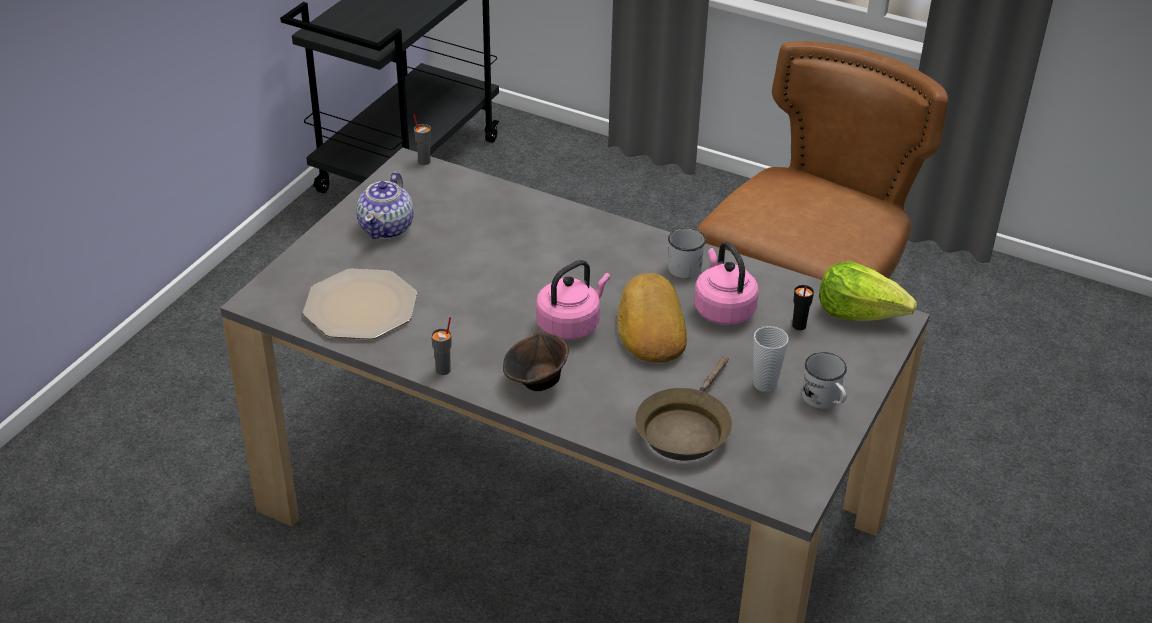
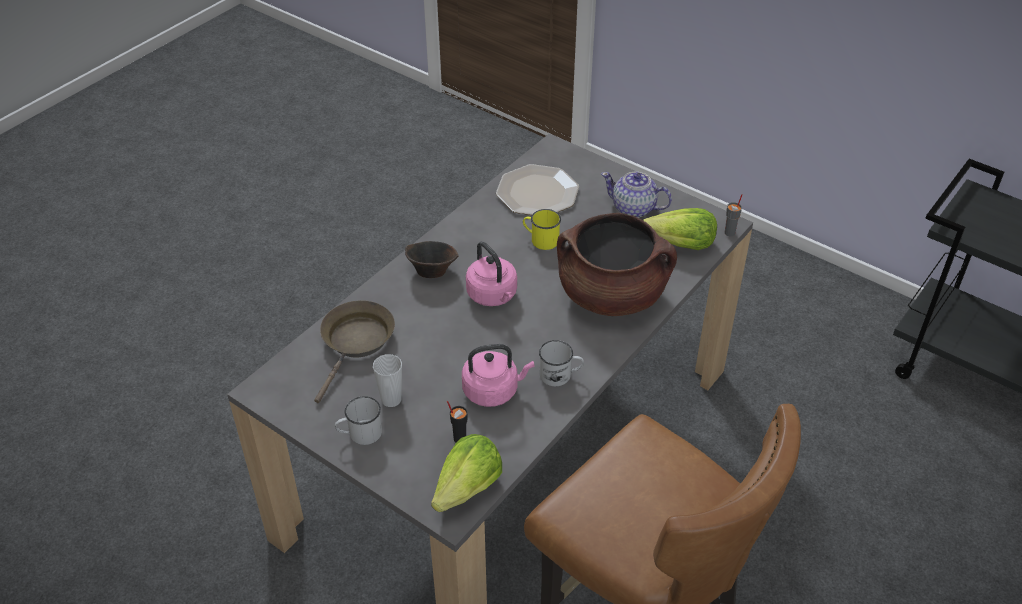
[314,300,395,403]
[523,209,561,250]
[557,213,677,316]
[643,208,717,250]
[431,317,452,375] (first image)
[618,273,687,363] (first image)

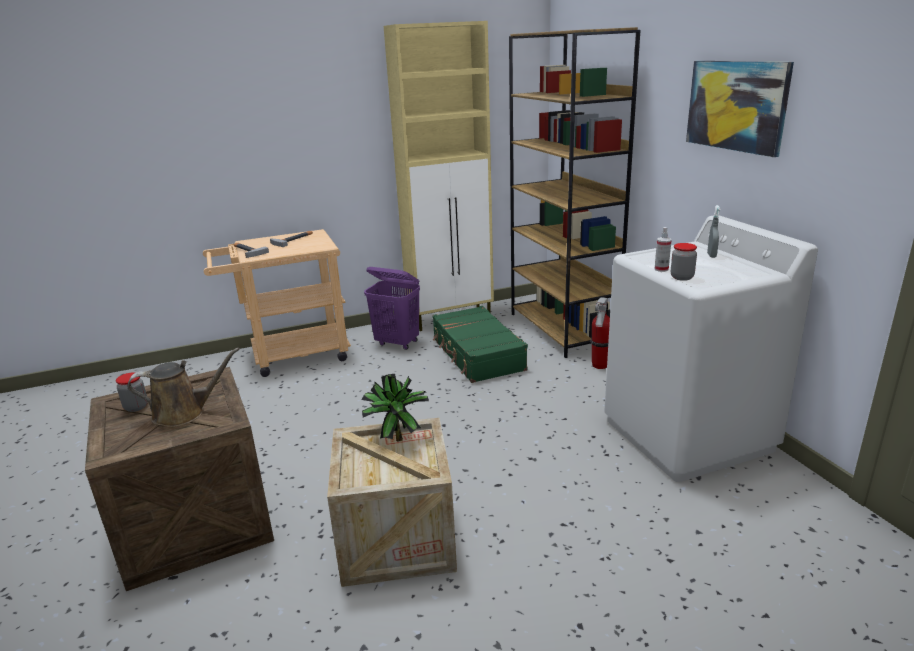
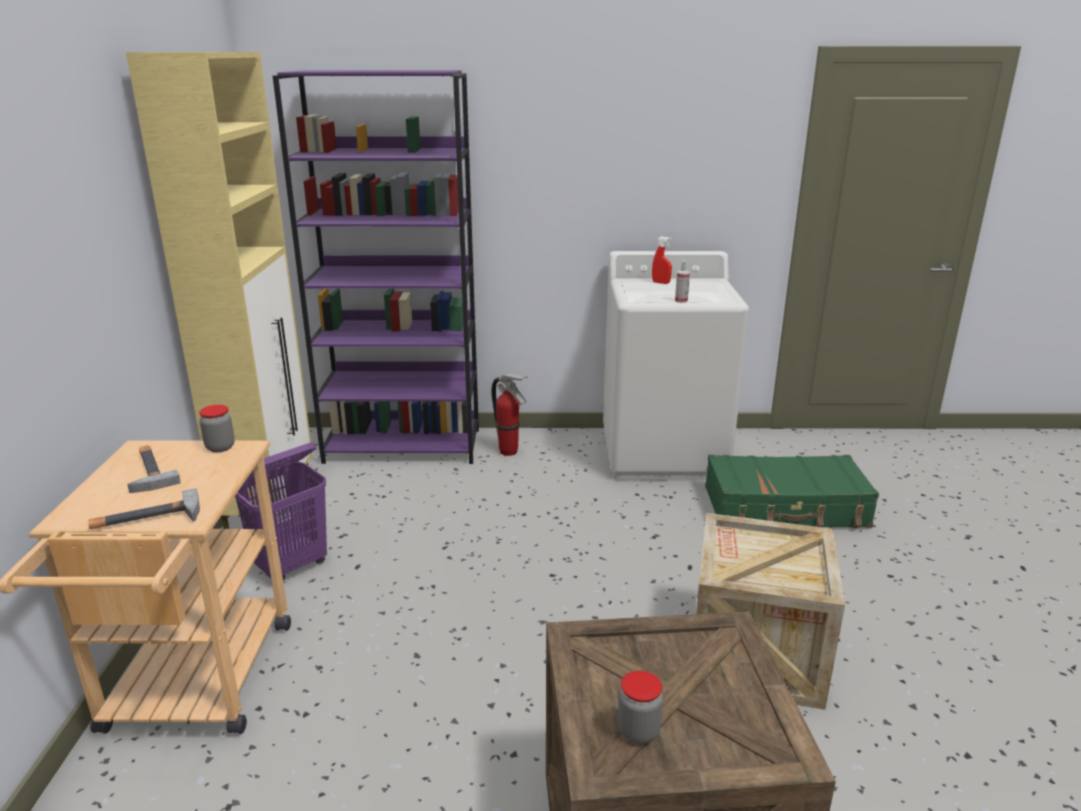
[199,405,235,452]
[273,70,479,464]
[652,237,672,284]
[705,455,879,528]
[128,348,240,427] (first image)
[361,374,429,442] (first image)
[686,61,794,157] (first image)

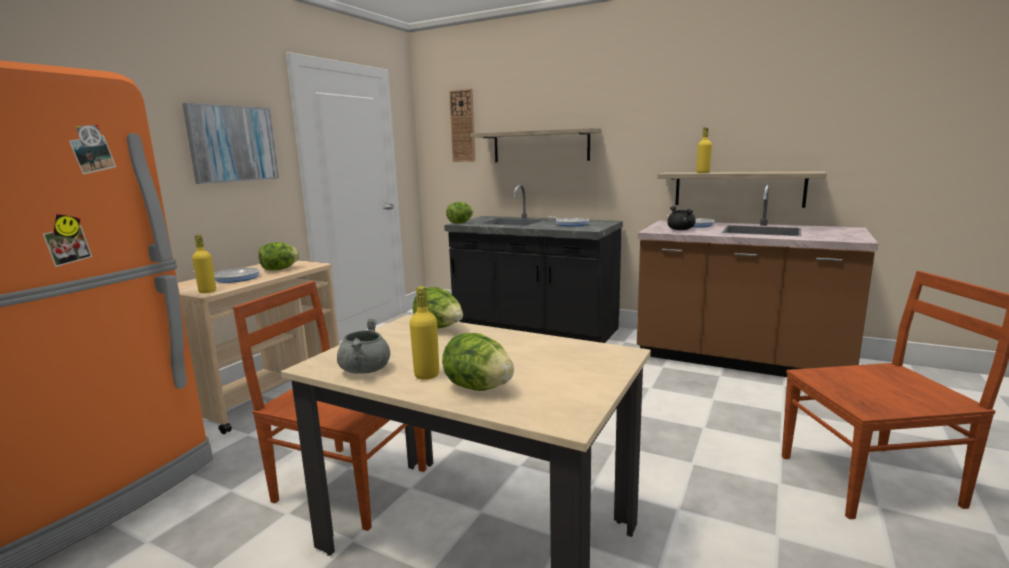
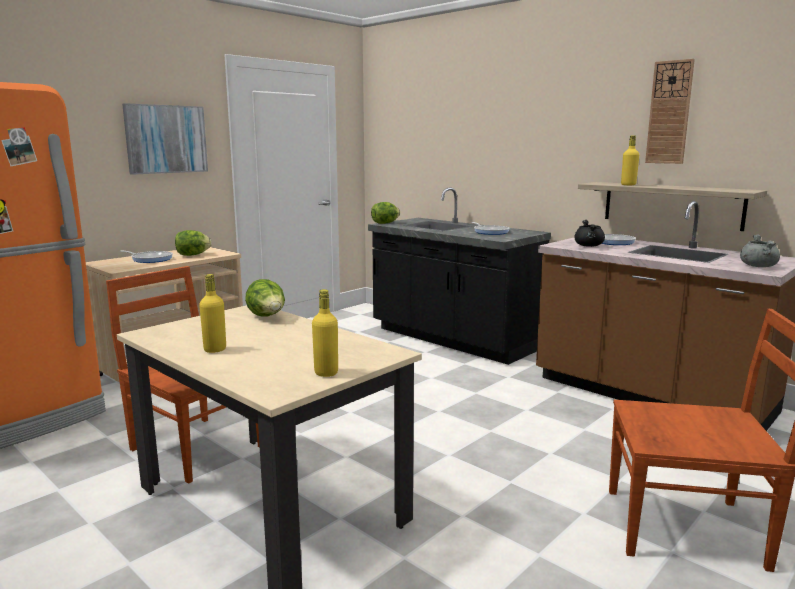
[312,289,338,377]
[645,59,695,164]
[740,235,780,267]
[442,333,514,391] (first image)
[471,128,601,162] (first image)

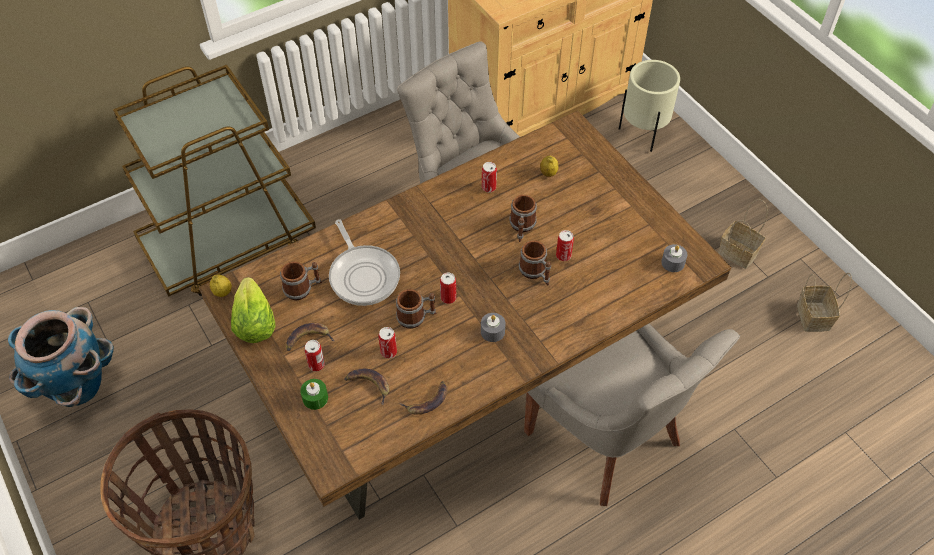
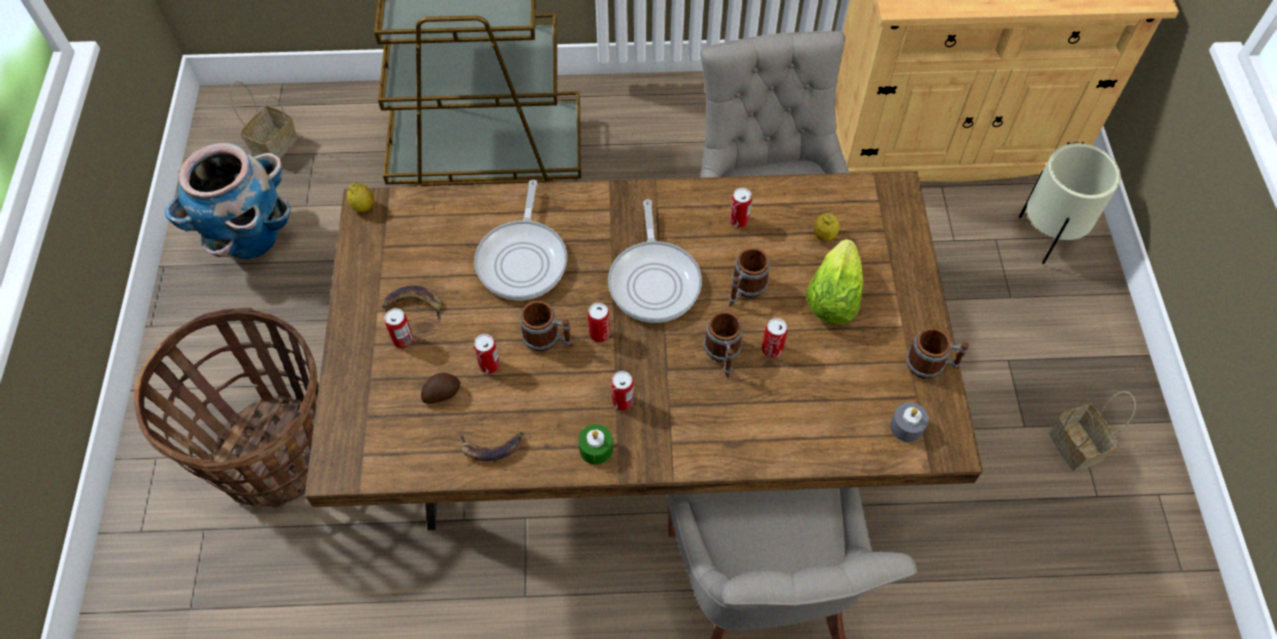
[230,81,298,159]
[421,373,460,404]
[579,424,613,465]
[608,199,702,323]
[611,371,634,411]
[806,239,863,324]
[906,328,969,379]

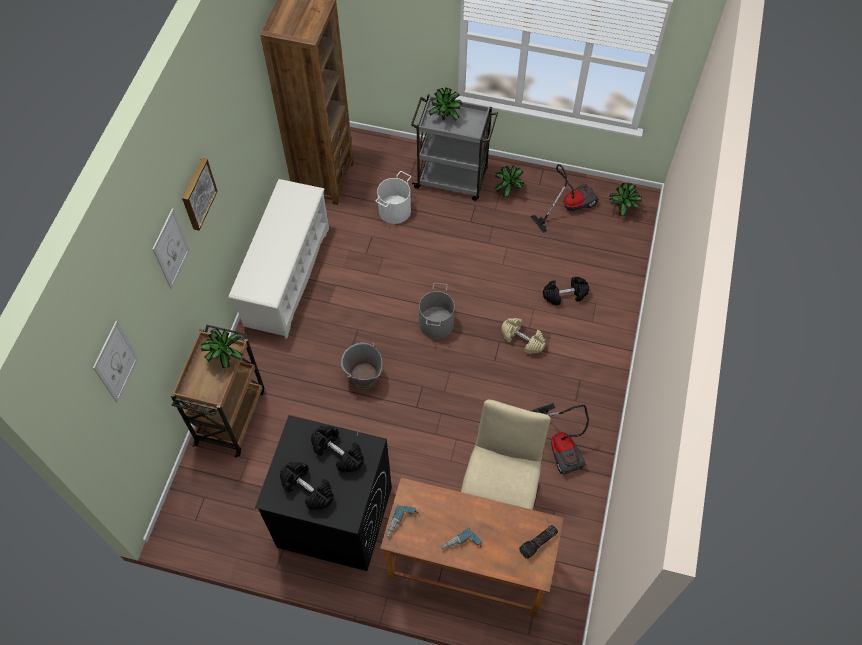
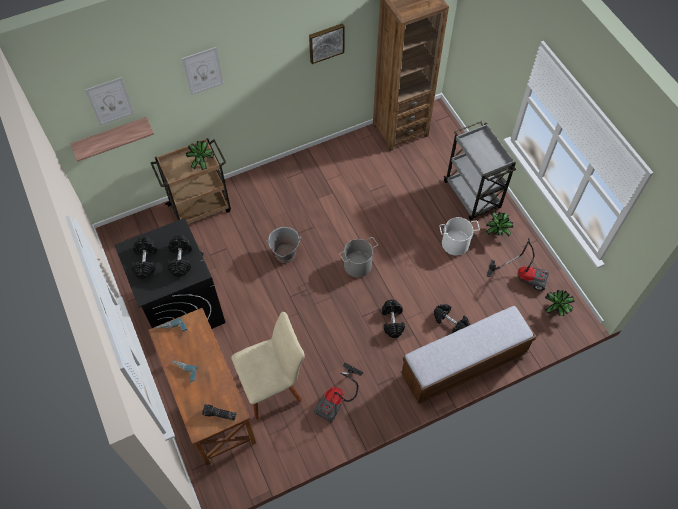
[70,117,154,162]
[309,23,345,64]
[382,300,405,338]
[401,306,537,404]
[439,217,480,255]
[229,179,329,339] (first image)
[428,88,462,121] (first image)

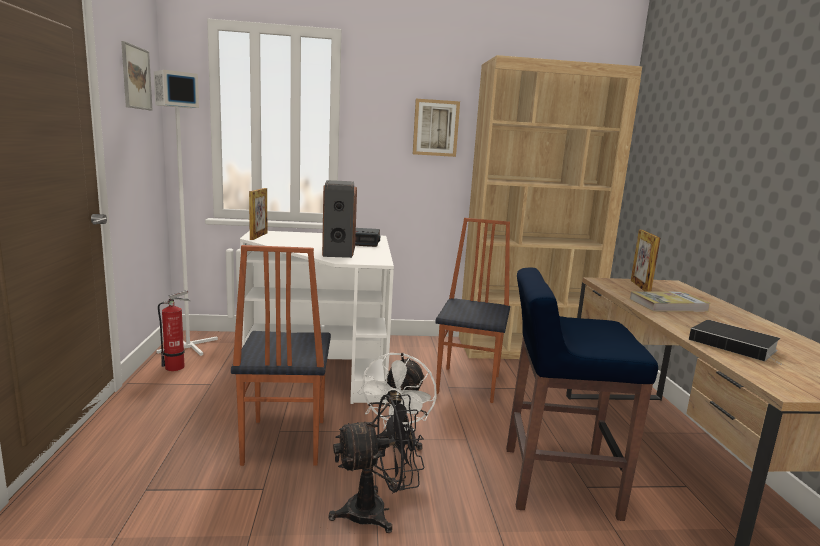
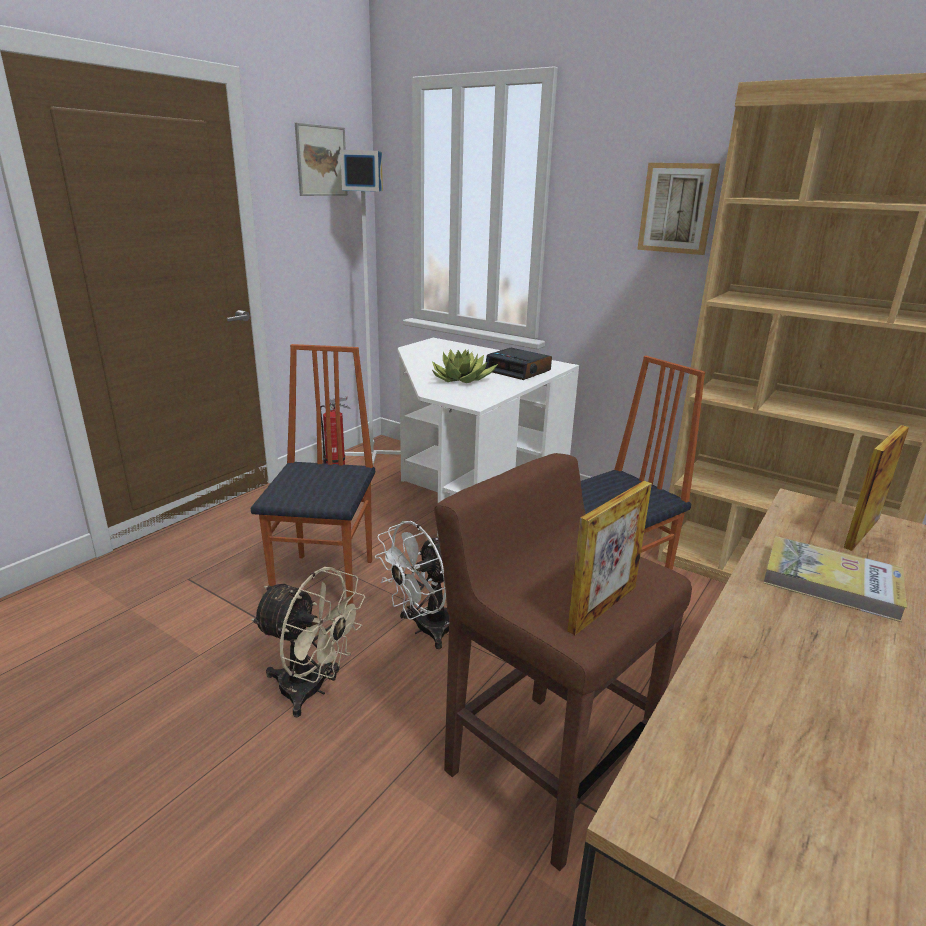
[250,344,375,605]
[251,567,365,717]
[432,349,499,383]
[434,453,692,871]
[567,481,652,635]
[689,320,783,365] (first image)

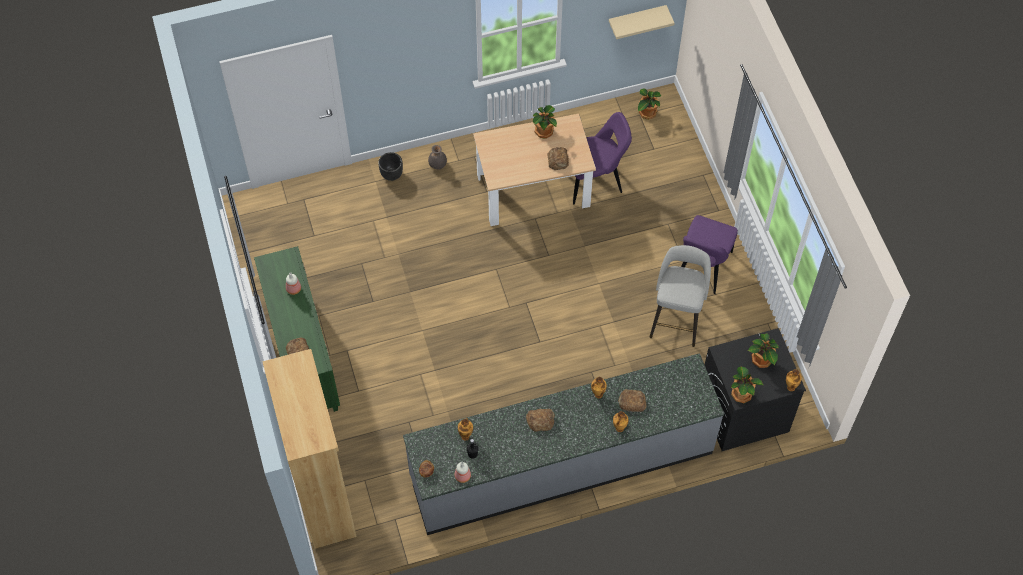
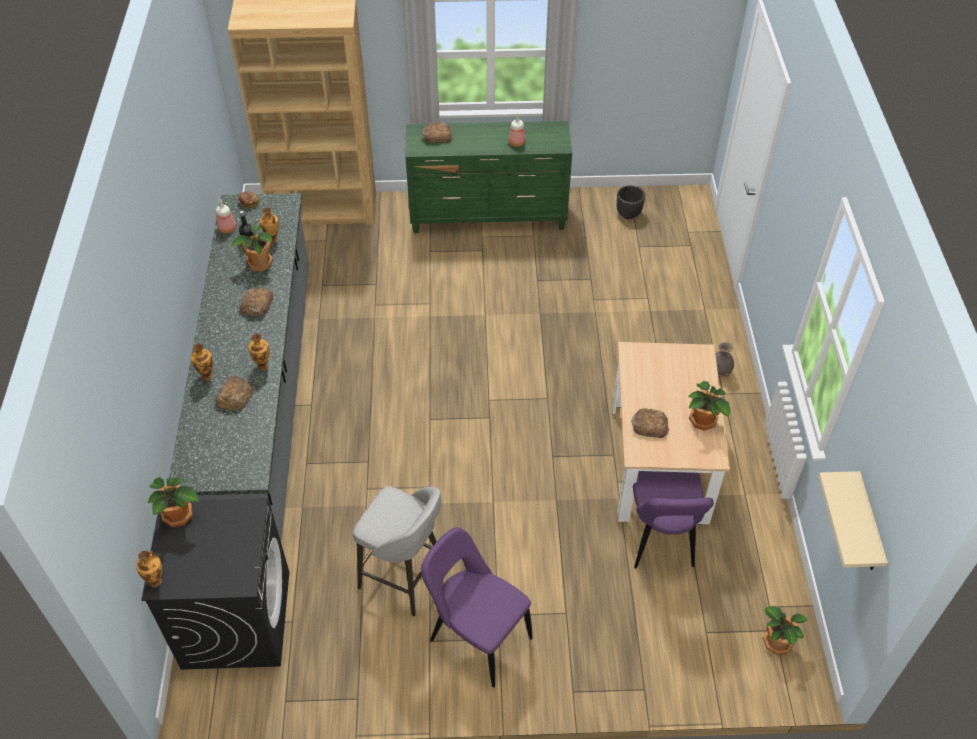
[232,225,273,272]
[616,185,645,219]

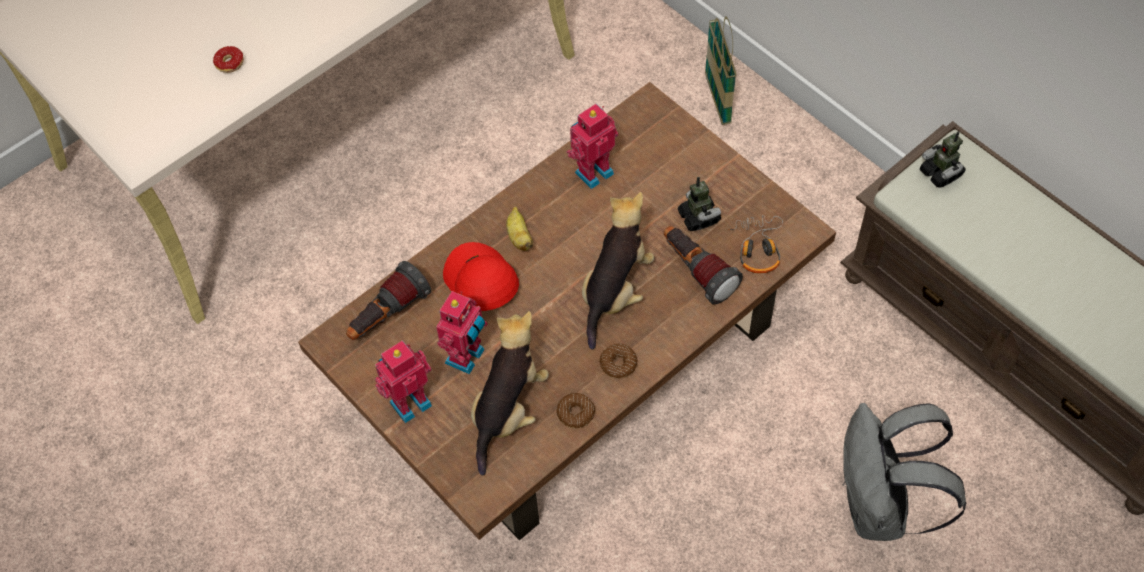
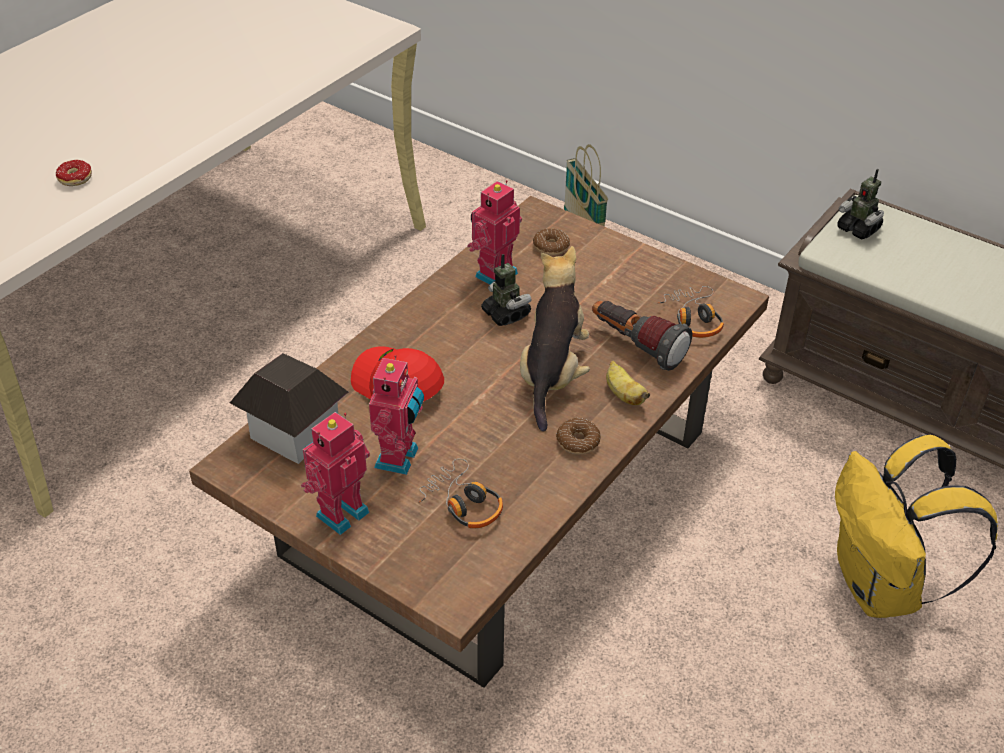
[230,353,349,464]
[418,459,503,528]
[481,254,531,326]
[533,228,570,256]
[606,360,650,405]
[835,435,998,618]

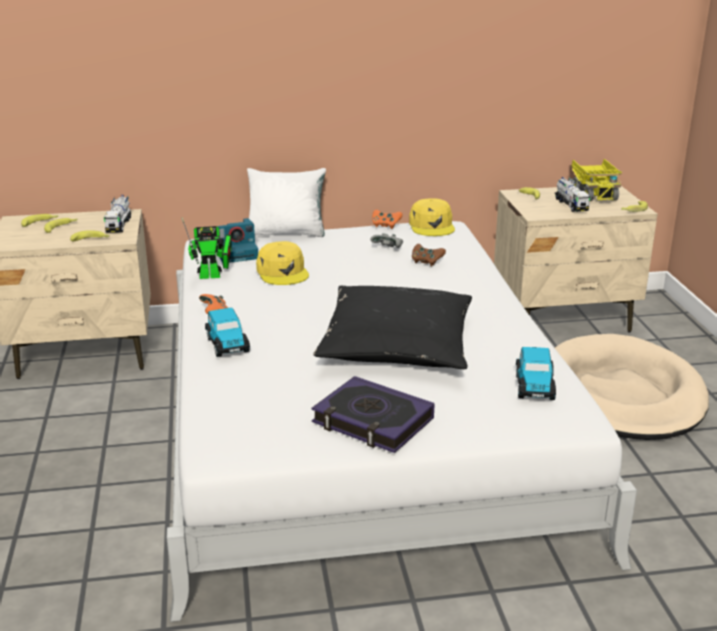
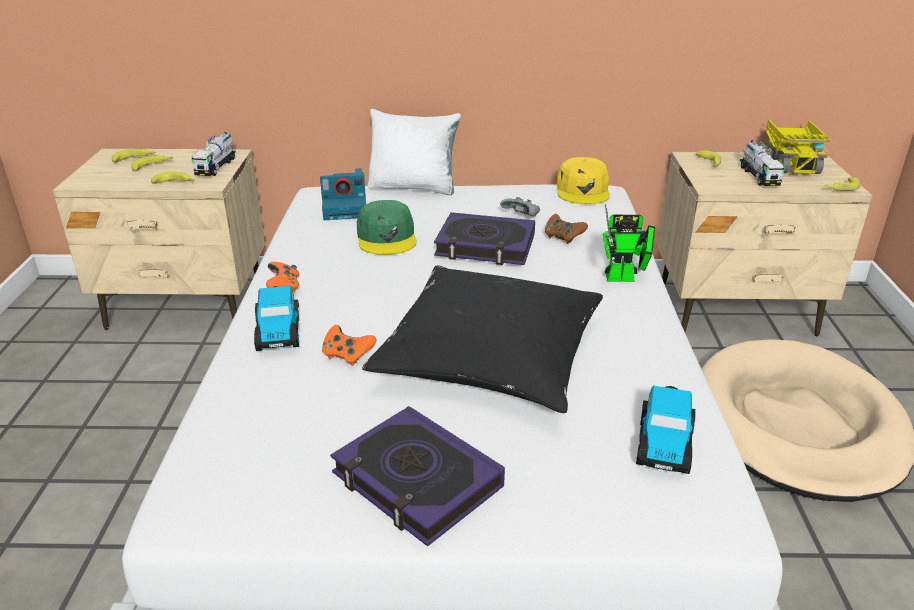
[322,325,376,366]
[357,200,416,255]
[434,212,535,265]
[603,204,655,282]

